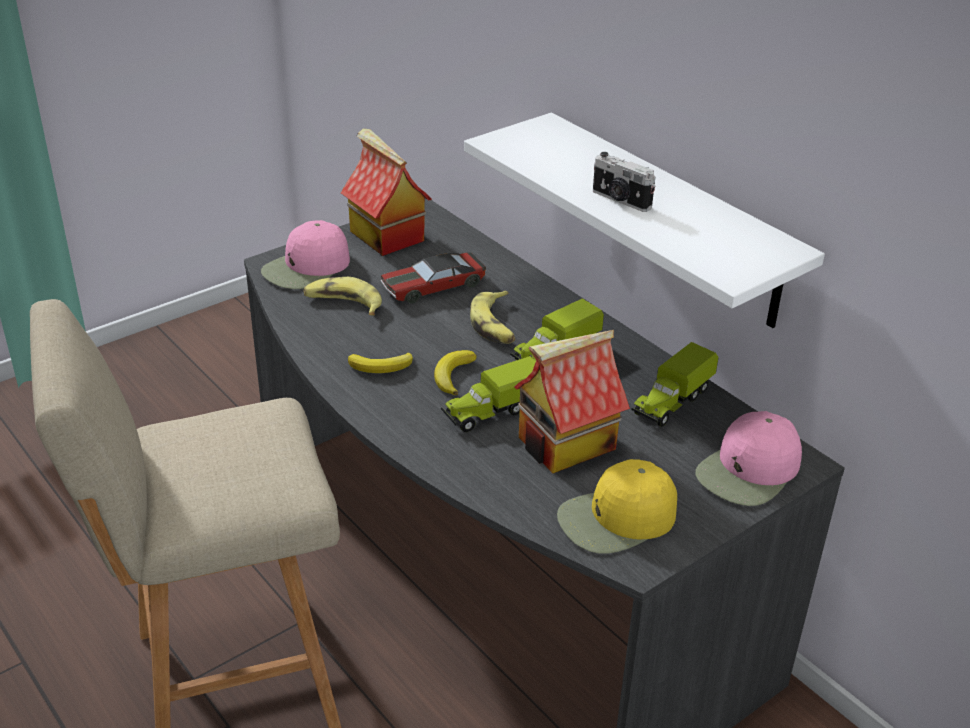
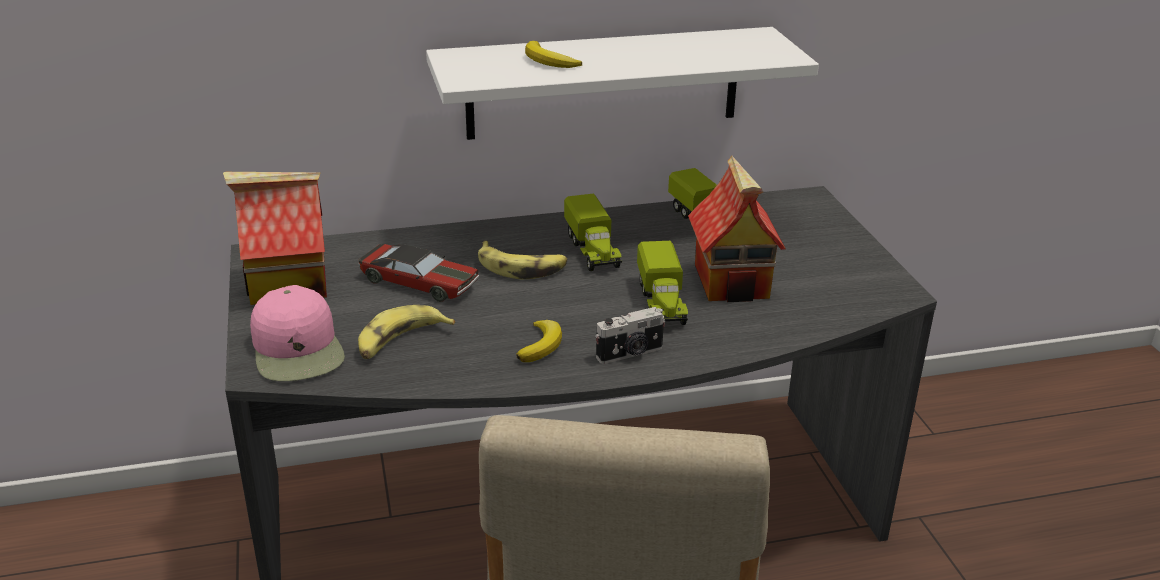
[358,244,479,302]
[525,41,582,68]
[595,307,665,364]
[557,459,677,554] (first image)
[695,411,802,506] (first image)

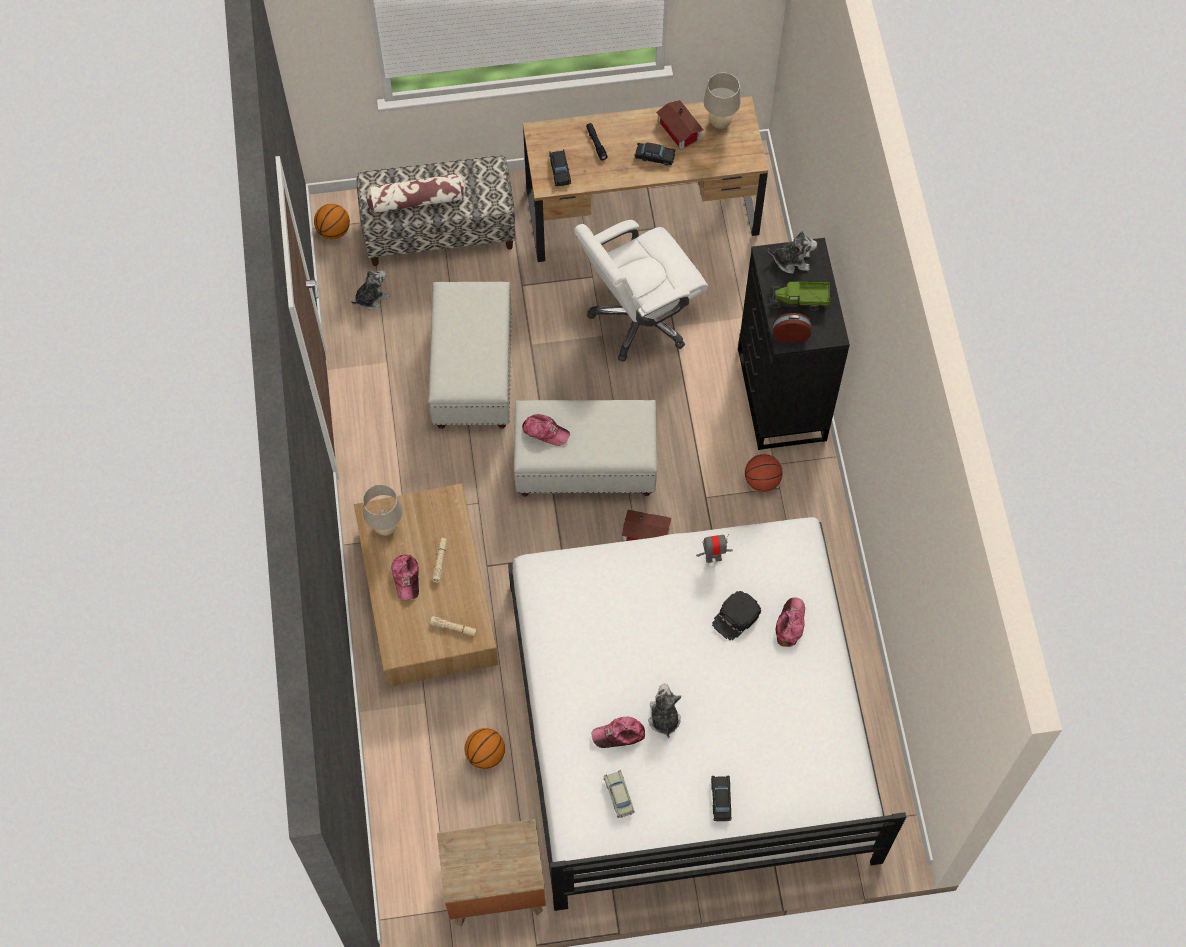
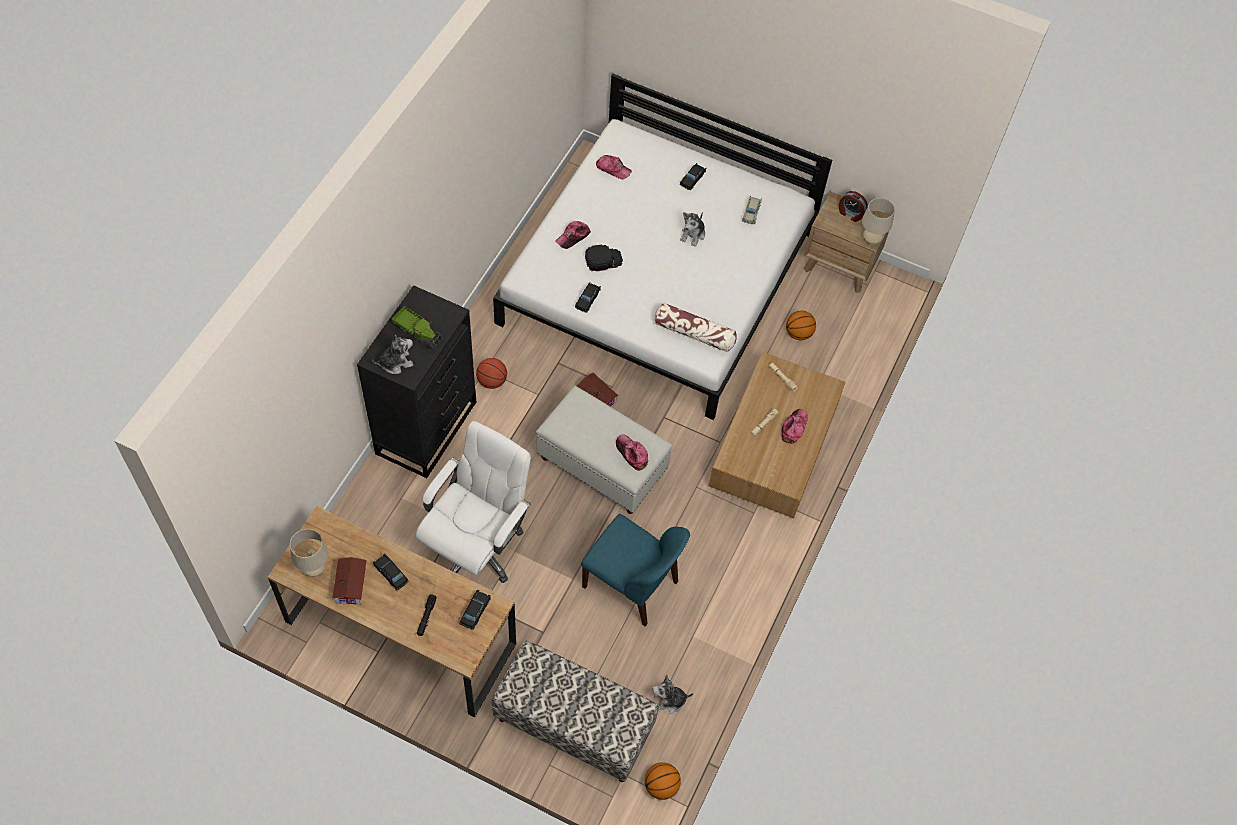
[372,335,413,374]
[416,421,531,583]
[575,282,601,313]
[581,514,690,626]
[596,155,632,179]
[655,303,737,352]
[839,191,868,222]
[862,198,895,245]

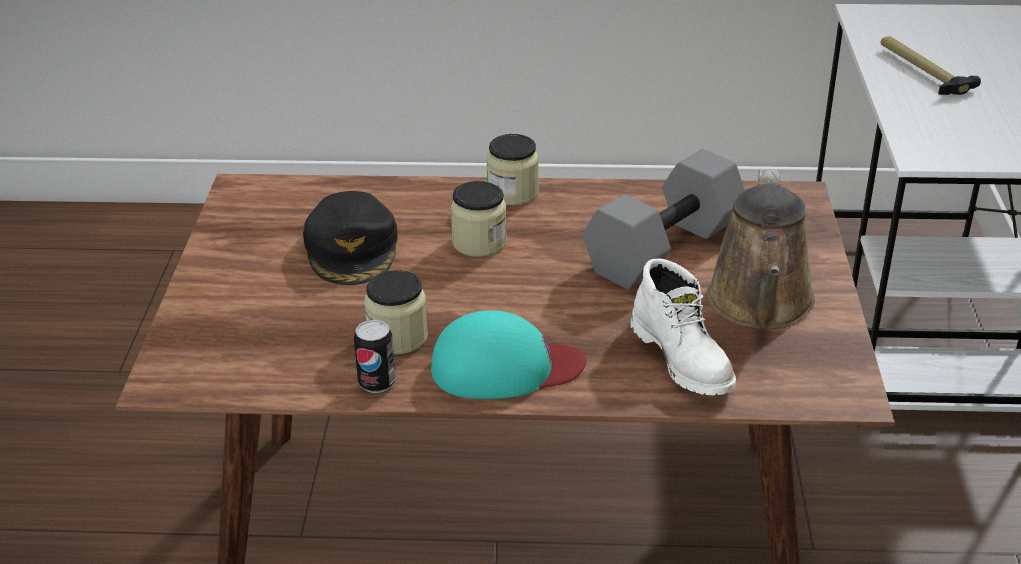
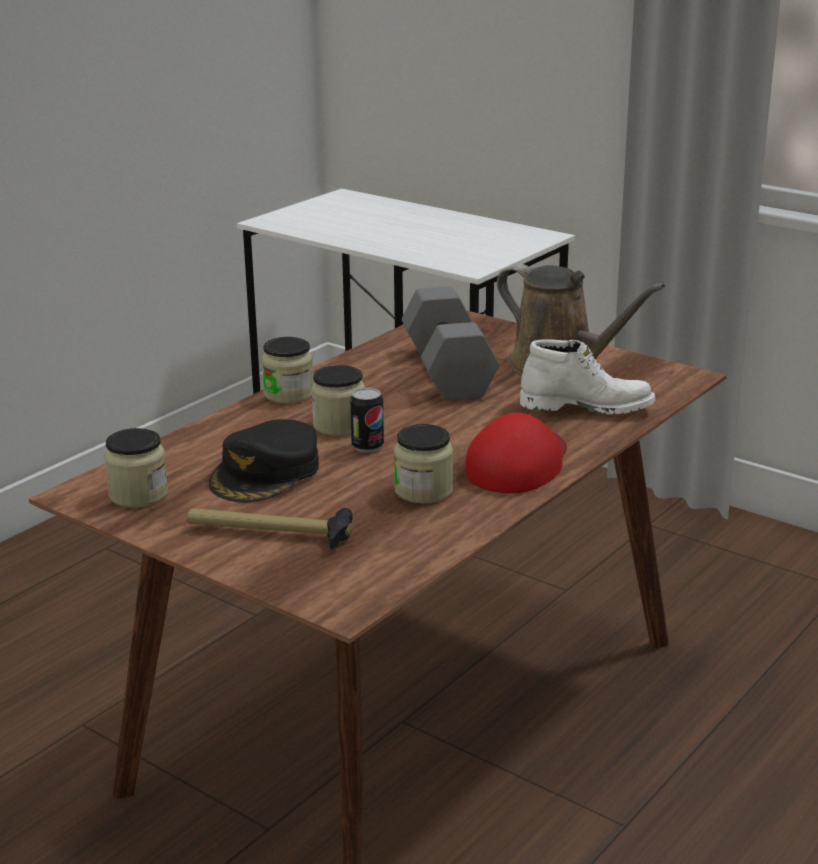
[104,428,168,508]
[187,508,353,549]
[209,419,319,503]
[350,388,384,453]
[466,413,567,493]

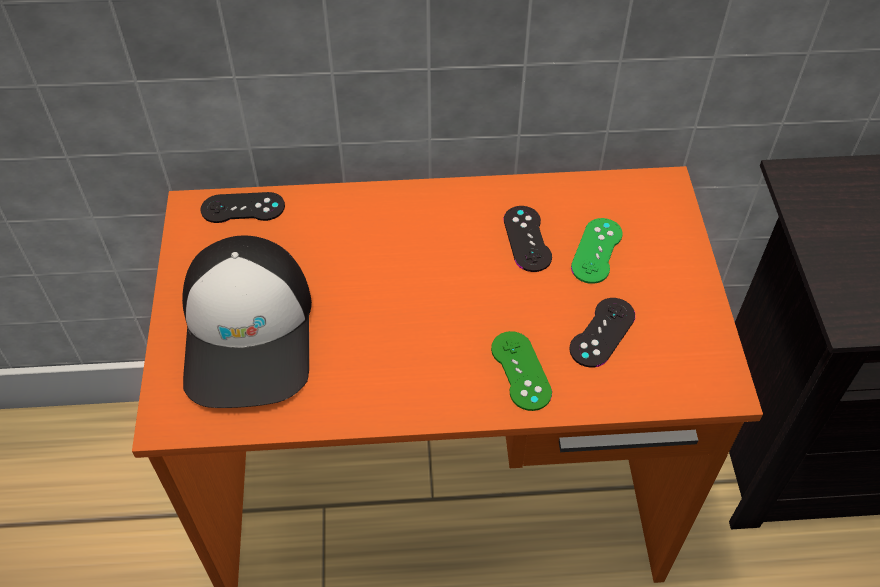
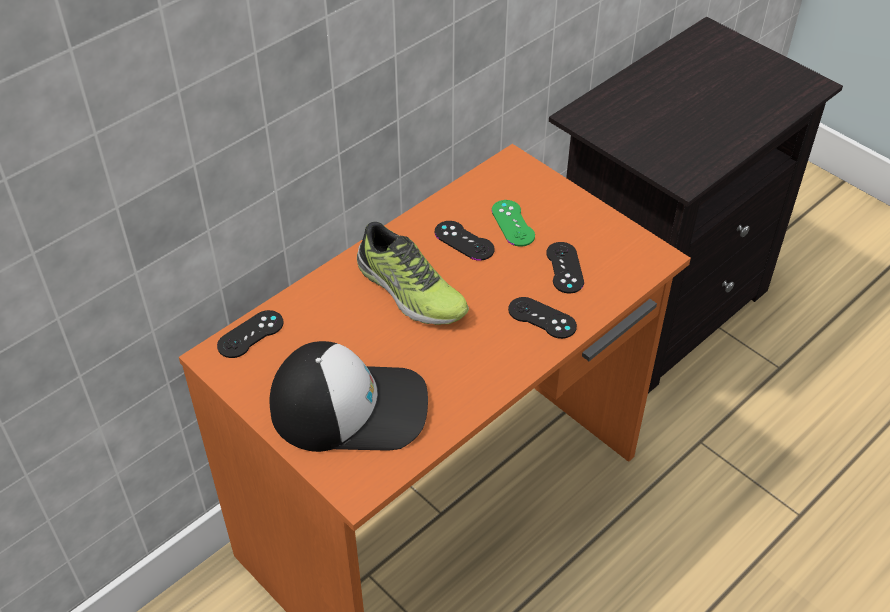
[270,341,428,452]
[357,222,469,325]
[508,297,577,339]

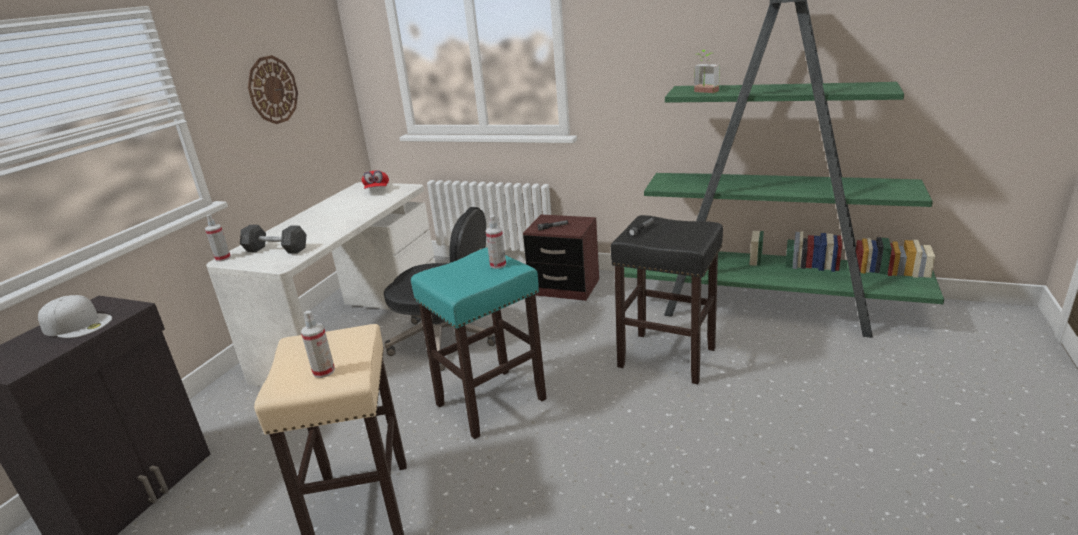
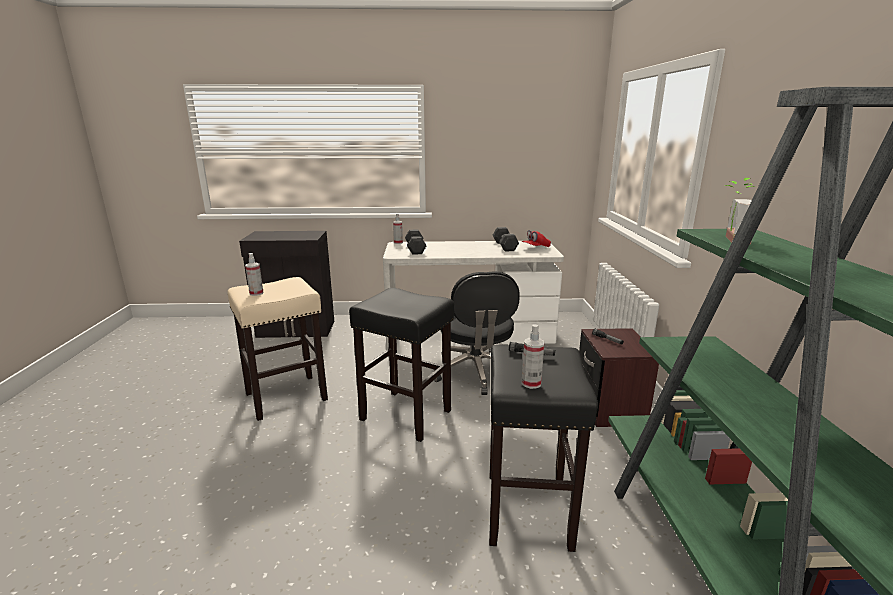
[349,288,454,442]
[493,227,519,252]
[521,324,545,389]
[38,295,112,338] (first image)
[248,55,298,124] (first image)

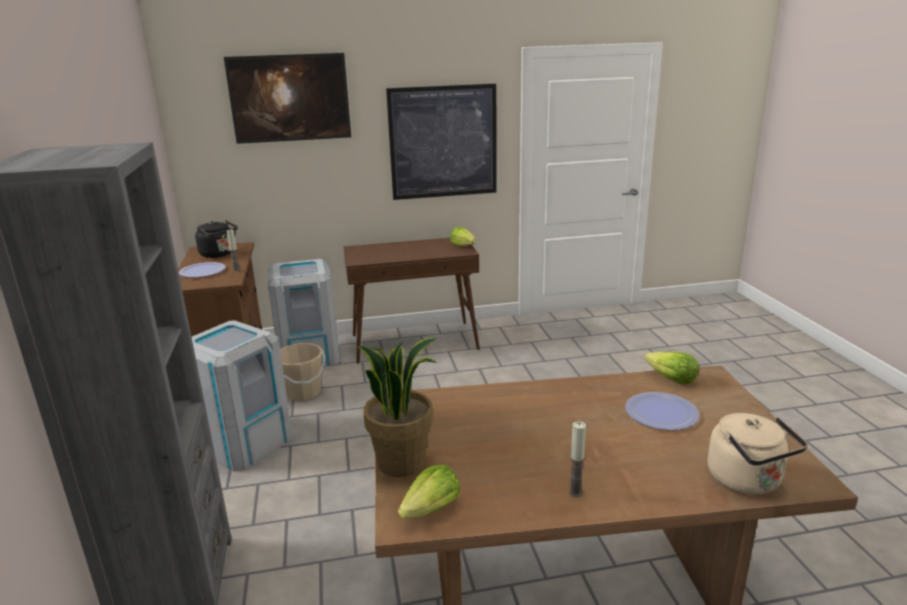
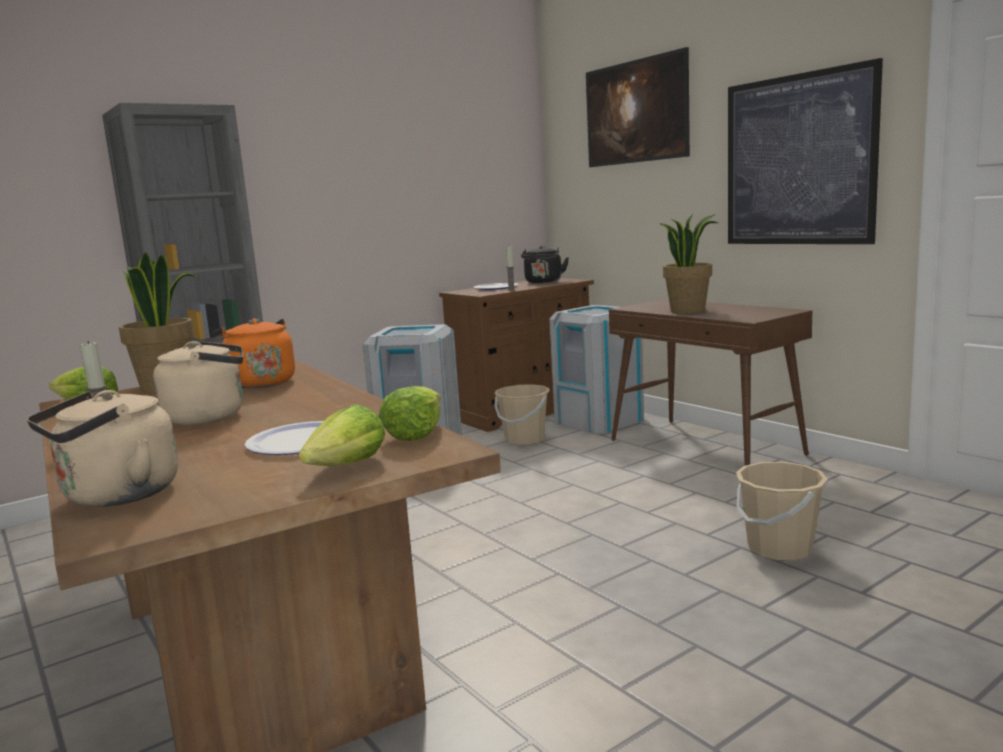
[153,341,243,425]
[213,318,295,388]
[299,404,385,466]
[659,214,718,314]
[736,462,828,561]

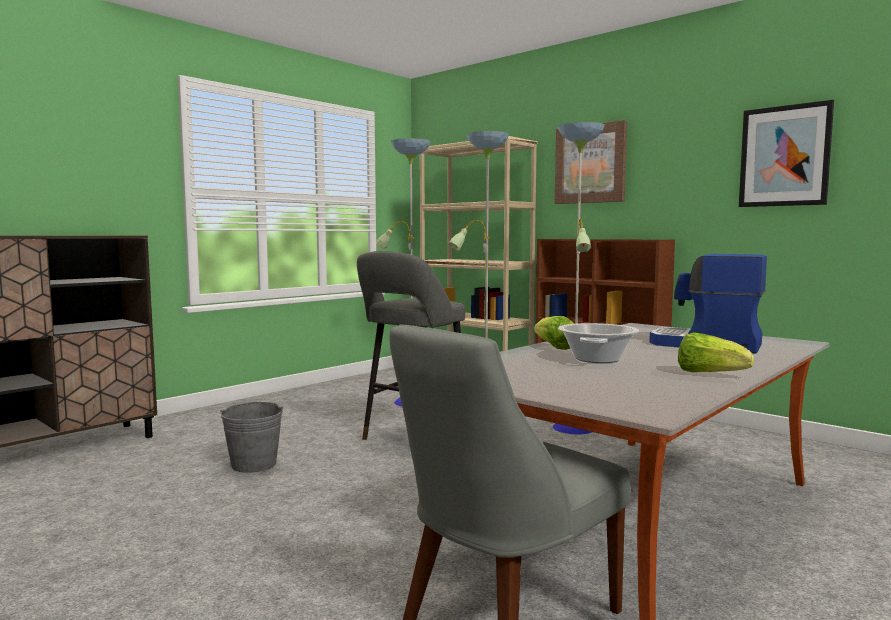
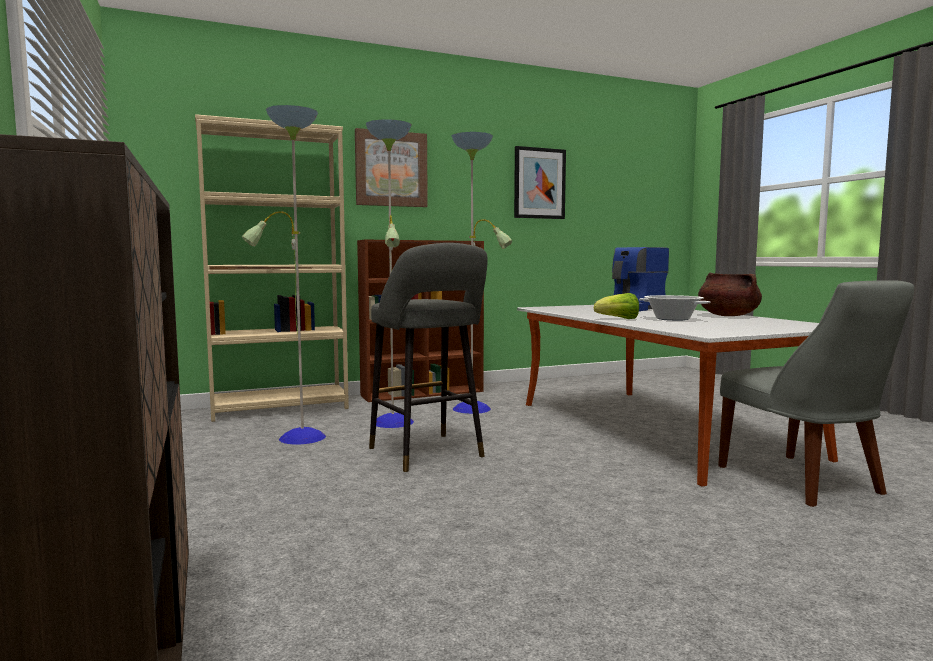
[698,272,762,316]
[220,402,283,473] (first image)

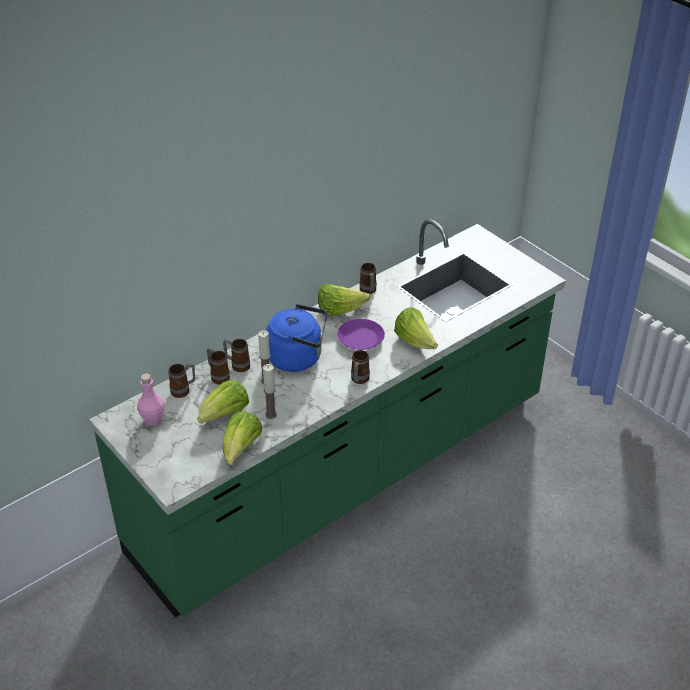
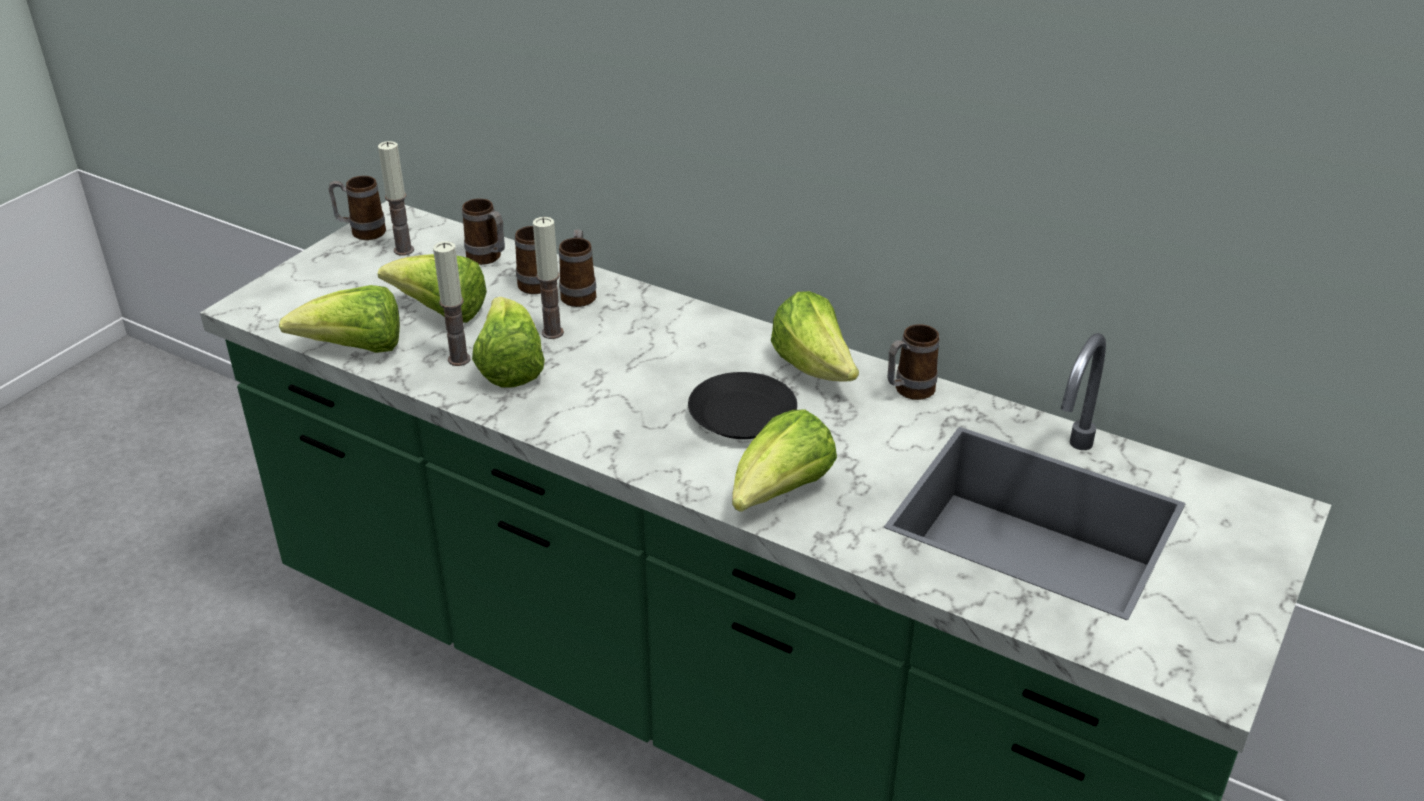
[329,176,386,240]
[378,141,414,256]
[472,297,545,388]
[688,372,797,439]
[266,304,327,372] (first image)

